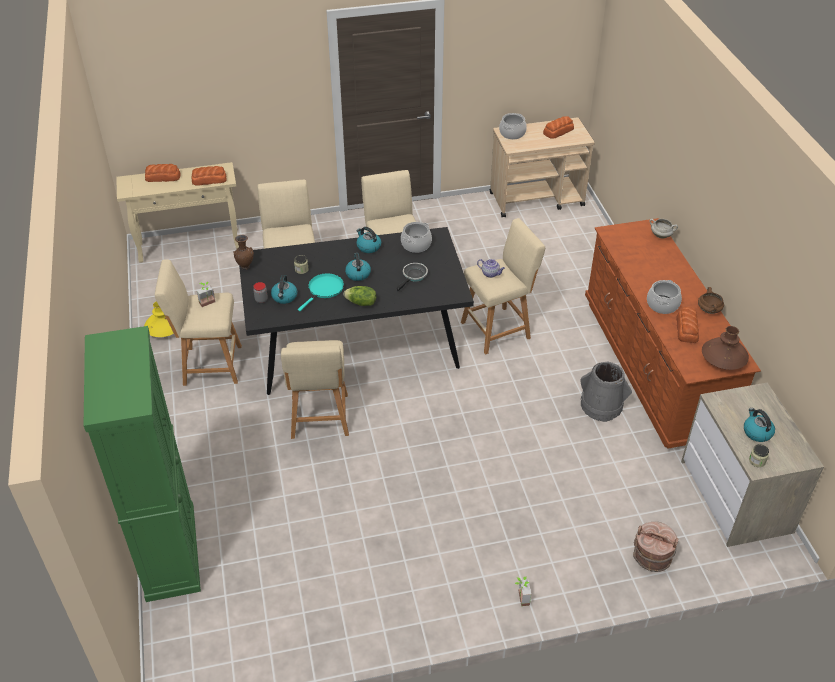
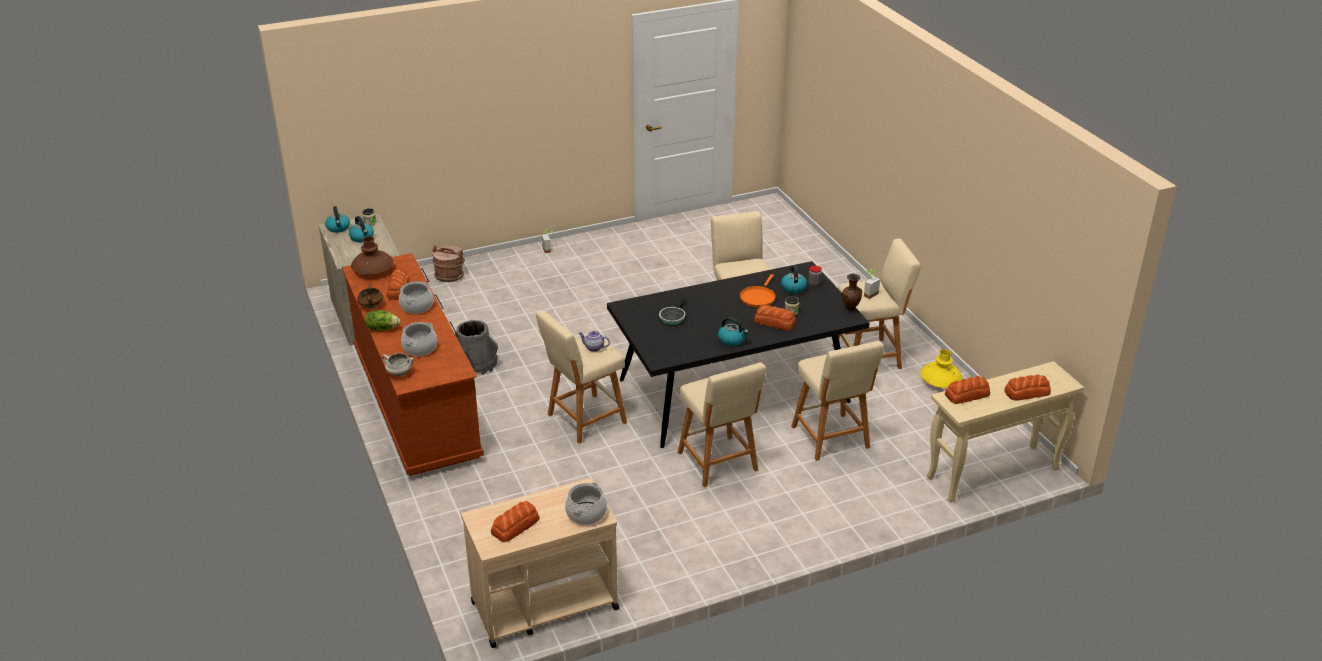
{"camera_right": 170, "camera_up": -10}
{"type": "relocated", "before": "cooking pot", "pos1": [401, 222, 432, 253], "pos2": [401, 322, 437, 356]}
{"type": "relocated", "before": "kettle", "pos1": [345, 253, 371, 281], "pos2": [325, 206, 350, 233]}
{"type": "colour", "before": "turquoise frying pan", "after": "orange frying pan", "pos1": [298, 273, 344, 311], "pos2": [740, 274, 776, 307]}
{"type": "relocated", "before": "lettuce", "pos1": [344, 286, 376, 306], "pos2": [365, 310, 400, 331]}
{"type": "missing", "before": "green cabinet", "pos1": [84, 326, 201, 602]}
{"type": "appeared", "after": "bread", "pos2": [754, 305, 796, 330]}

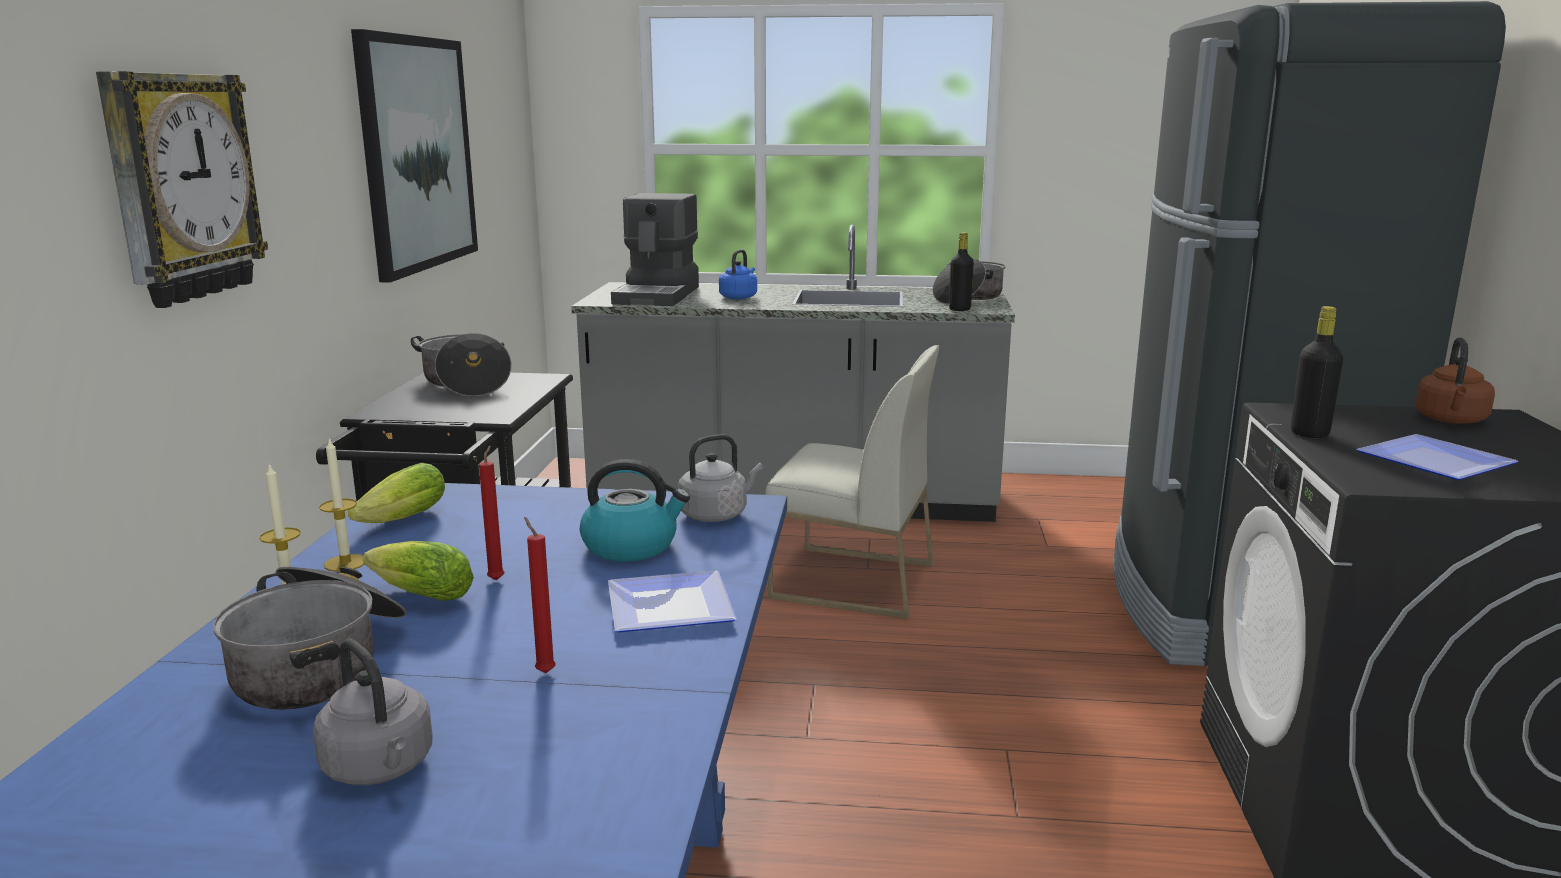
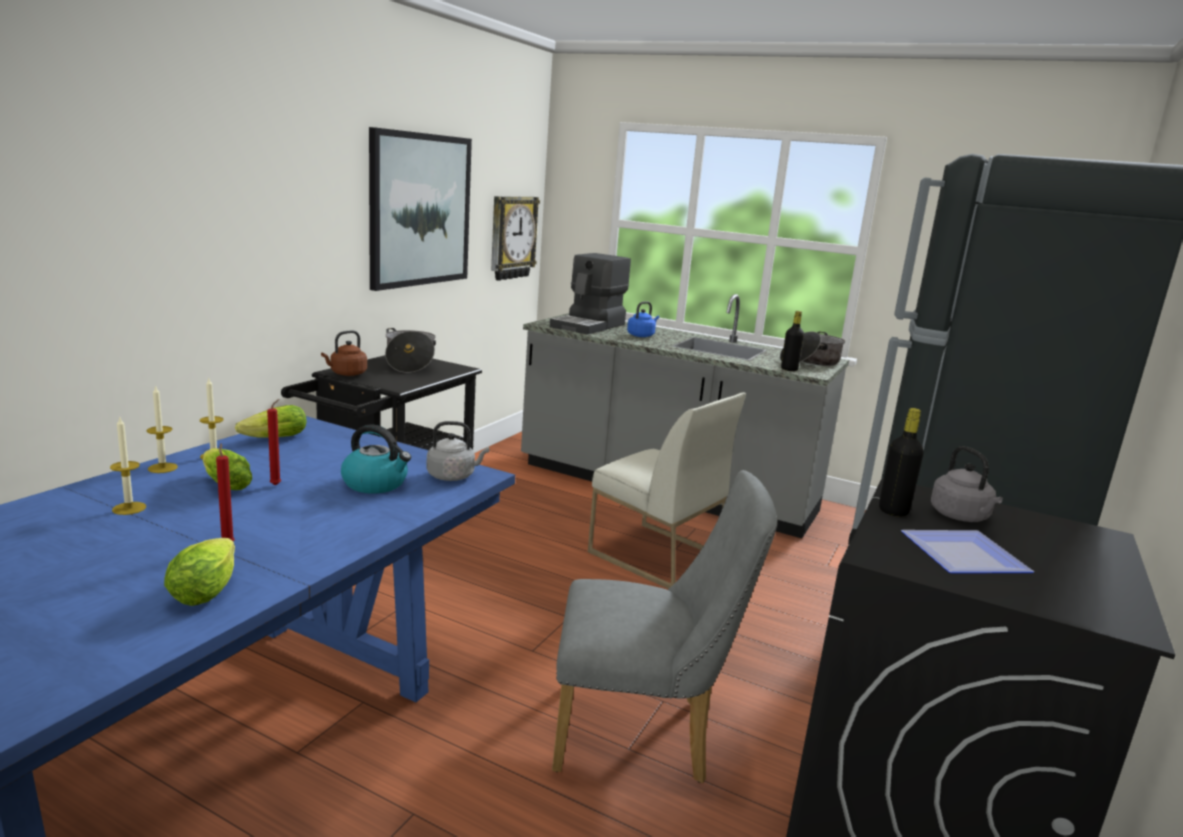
{"camera_right": 20, "camera_up": 0}
{"type": "relocated", "before": "wall clock", "pos1": [96, 71, 268, 308], "pos2": [491, 196, 540, 281]}
{"type": "relocated", "before": "brown kettle", "pos1": [1415, 337, 1495, 424], "pos2": [321, 330, 367, 376]}
{"type": "exchanged", "before": "cooking pot", "after": "candle", "pos1": [213, 567, 407, 710], "pos2": [110, 416, 146, 515]}
{"type": "missing", "before": "plate", "pos1": [608, 570, 737, 633]}
{"type": "relocated", "before": "grey kettle", "pos1": [313, 639, 432, 785], "pos2": [931, 446, 1003, 522]}
{"type": "appeared", "after": "grey chair", "pos2": [552, 470, 778, 783]}
{"type": "appeared", "after": "lettuce", "pos2": [164, 538, 235, 606]}

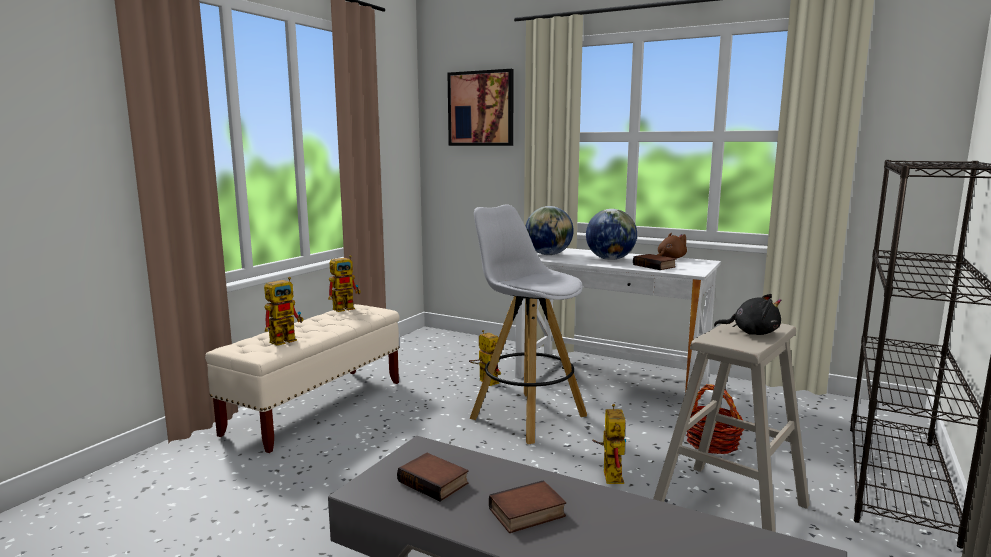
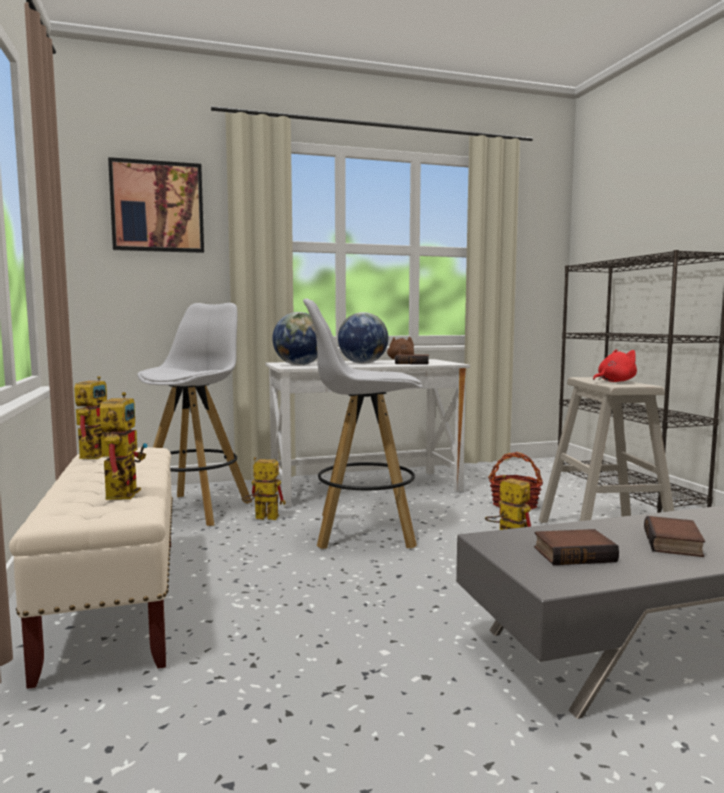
{"camera_right": -45, "camera_up": -5}
{"type": "colour", "before": "black plush toy", "after": "red plush toy", "pos1": [714, 294, 781, 335], "pos2": [593, 350, 637, 382]}
{"type": "appeared", "after": "white stool", "pos2": [137, 303, 252, 526]}

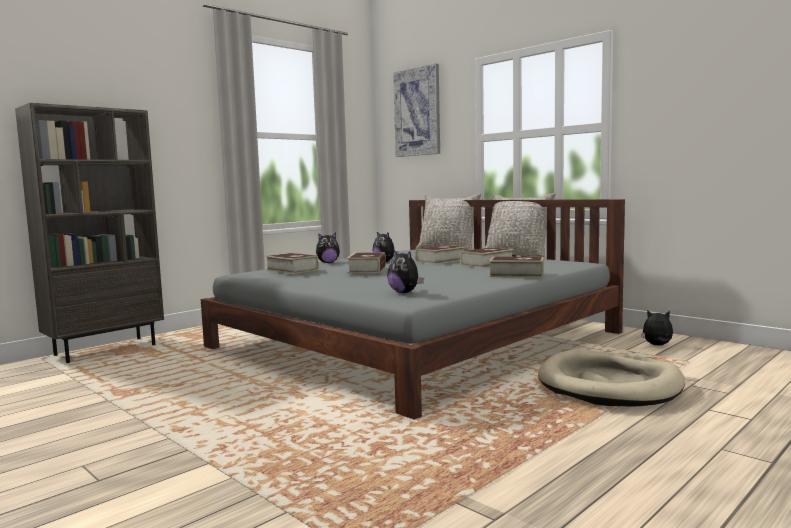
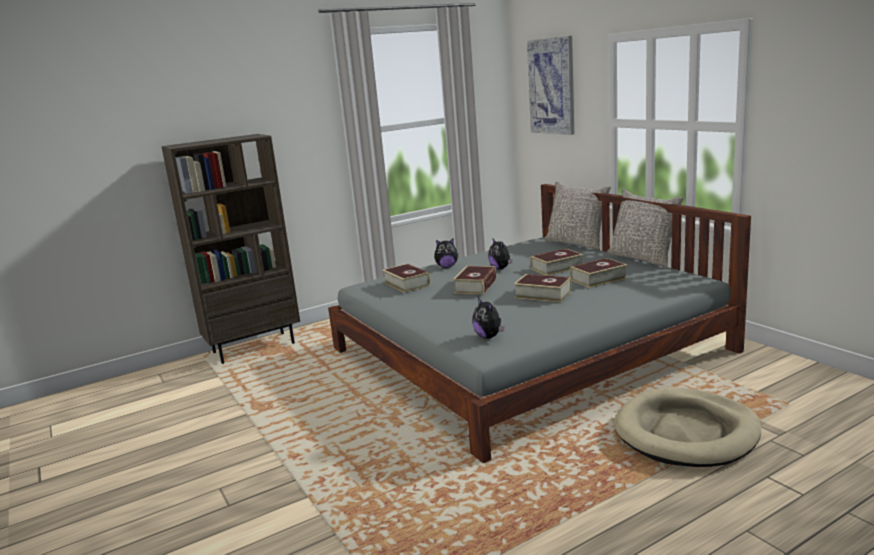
{"camera_right": 15, "camera_up": 10}
{"type": "relocated", "before": "book", "pos1": [489, 257, 544, 278], "pos2": [514, 274, 572, 302]}
{"type": "missing", "before": "plush toy", "pos1": [641, 310, 673, 345]}

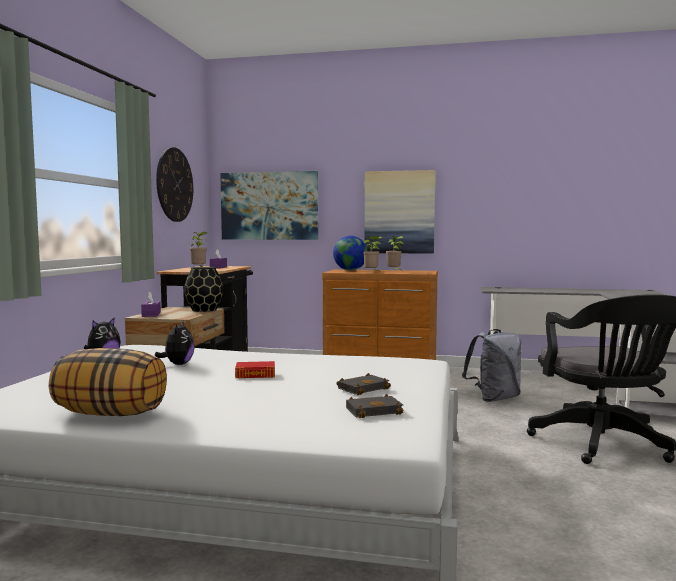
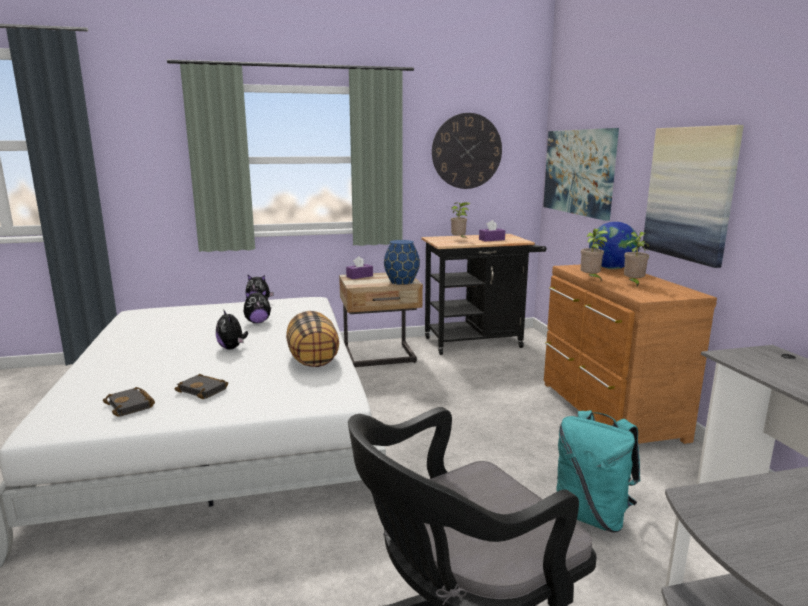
{"camera_right": 65, "camera_up": 10}
{"type": "colour", "before": "black vase", "after": "blue vase", "pos1": [184, 267, 223, 312], "pos2": [384, 240, 420, 285]}
{"type": "colour", "before": "grey backpack", "after": "turquoise backpack", "pos1": [462, 329, 522, 402], "pos2": [557, 410, 640, 532]}
{"type": "relocated", "before": "pillow", "pos1": [49, 348, 167, 416], "pos2": [286, 311, 339, 367]}
{"type": "exchanged", "before": "book", "after": "plush toy", "pos1": [235, 361, 275, 378], "pos2": [216, 309, 248, 349]}

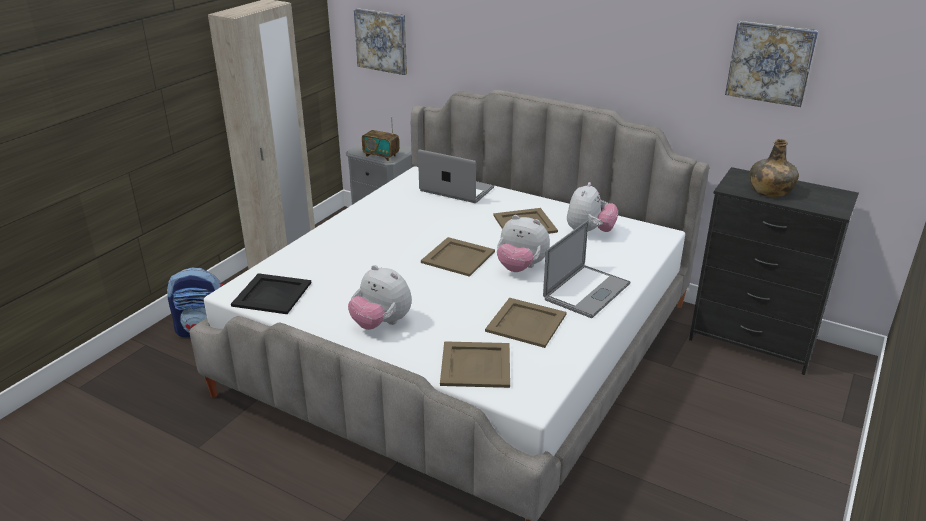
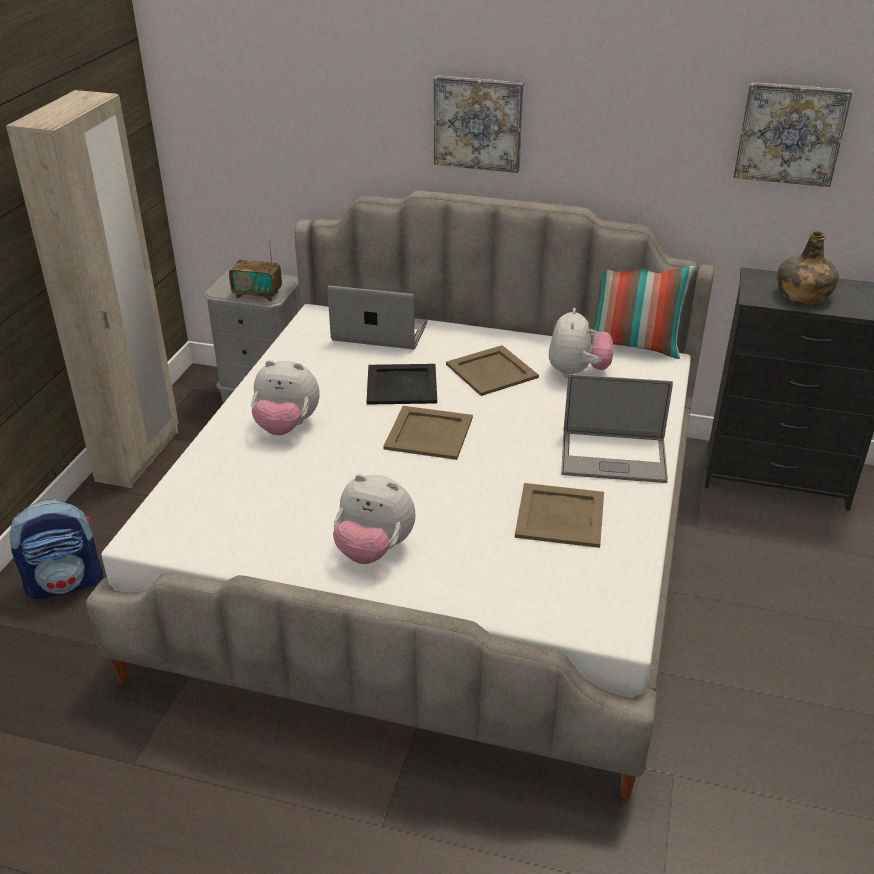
{"camera_right": -15, "camera_up": 5}
{"type": "relocated", "before": "picture", "pos1": [354, 8, 407, 75], "pos2": [434, 75, 524, 173]}
{"type": "relocated", "before": "plush toy", "pos1": [497, 215, 550, 272], "pos2": [251, 360, 320, 435]}
{"type": "spun", "before": "laptop", "pos1": [543, 220, 630, 318], "pos2": [561, 374, 673, 483], "turn": 75}
{"type": "relocated", "before": "black tray", "pos1": [231, 273, 312, 314], "pos2": [367, 364, 437, 405]}
{"type": "missing", "before": "beige tray", "pos1": [440, 341, 510, 388]}
{"type": "appeared", "after": "pillow", "pos2": [591, 266, 696, 359]}

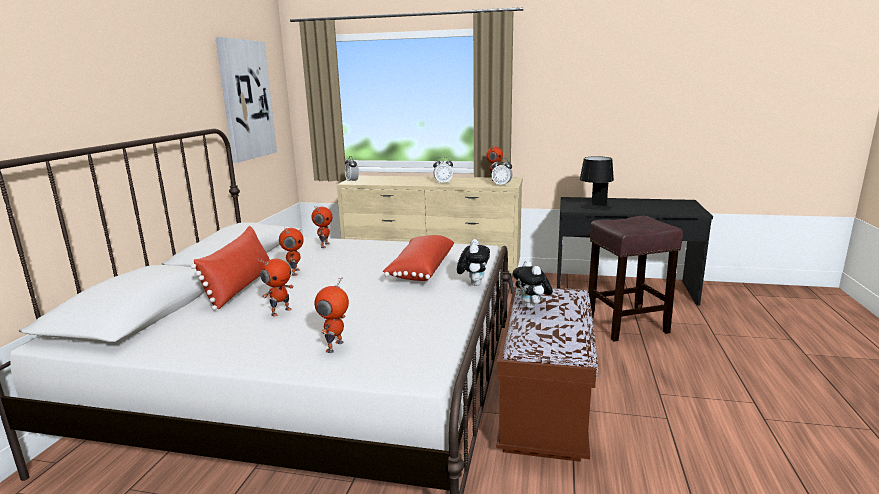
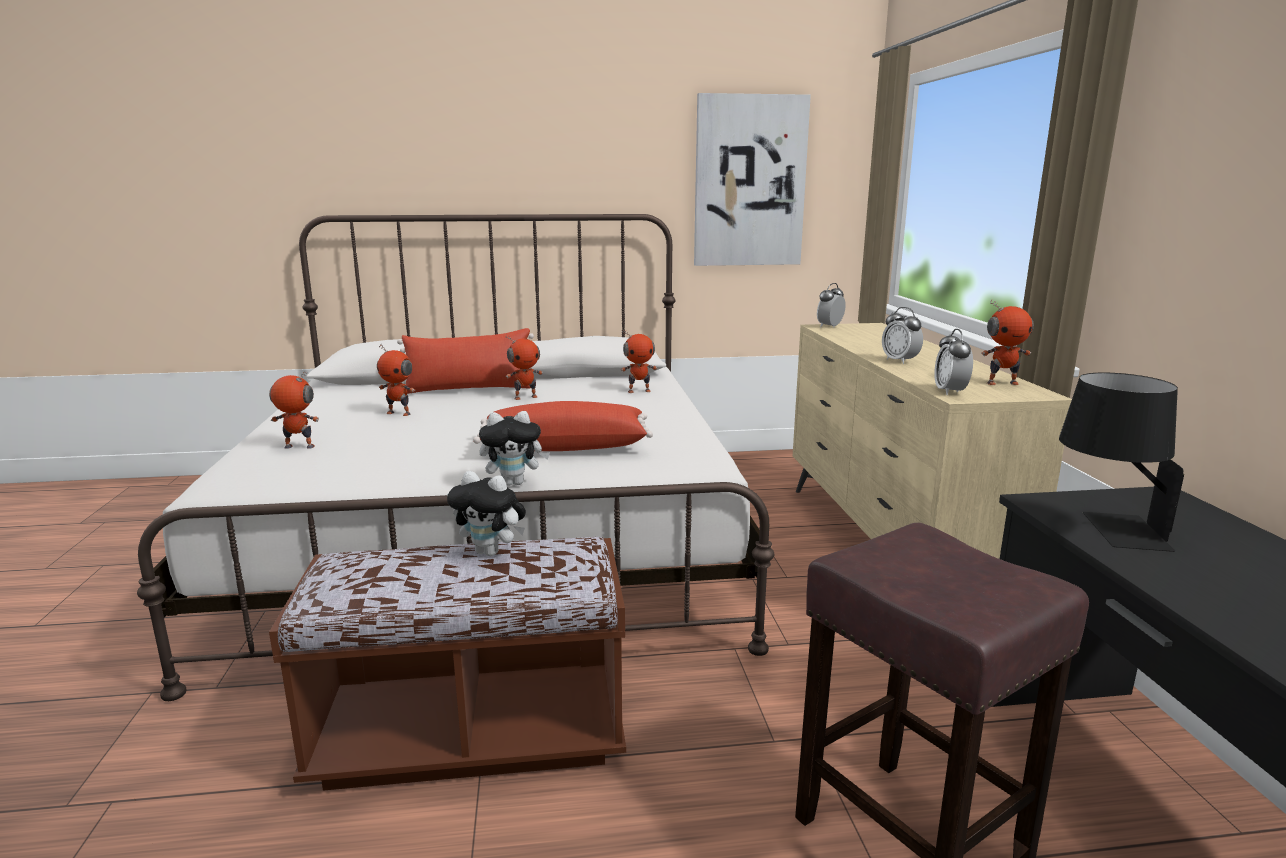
{"camera_right": 70, "camera_up": 0}
{"type": "spun", "before": "plush toy", "pos1": [513, 260, 553, 309], "pos2": [447, 471, 526, 556], "turn": -120}

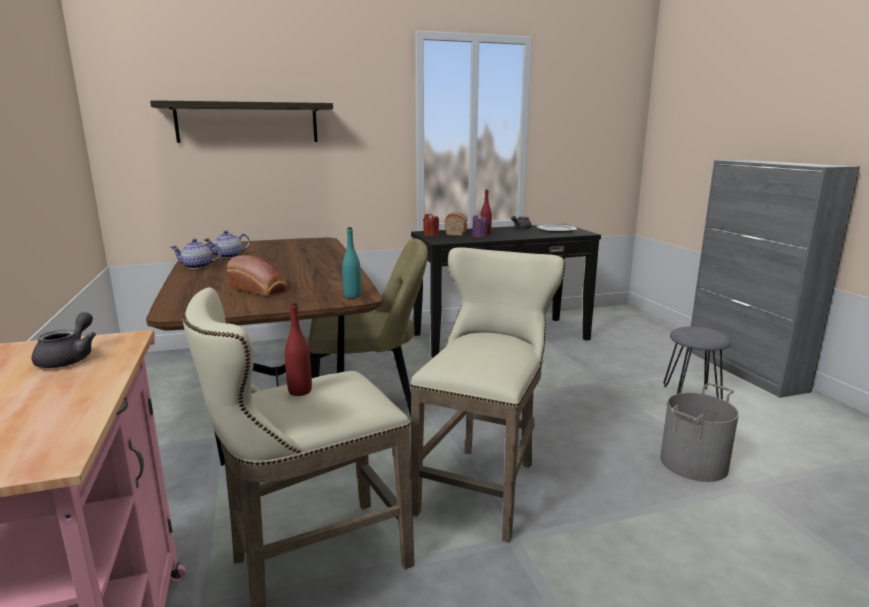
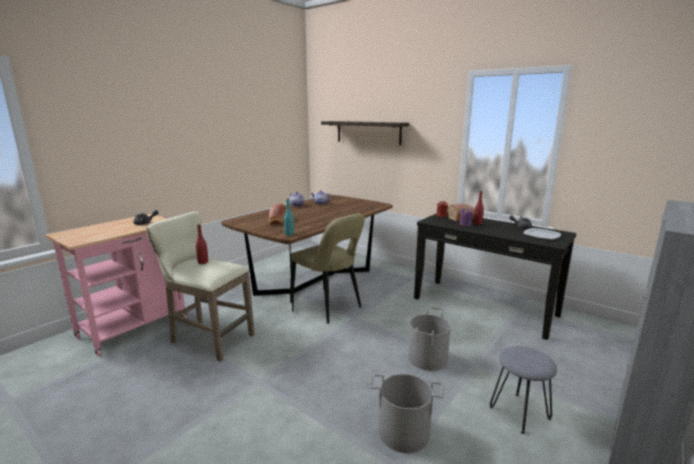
{"camera_right": 55, "camera_up": 0}
{"type": "missing", "before": "beige stool", "pos1": [410, 247, 565, 542]}
{"type": "appeared", "after": "grey bucket", "pos2": [408, 307, 451, 371]}

